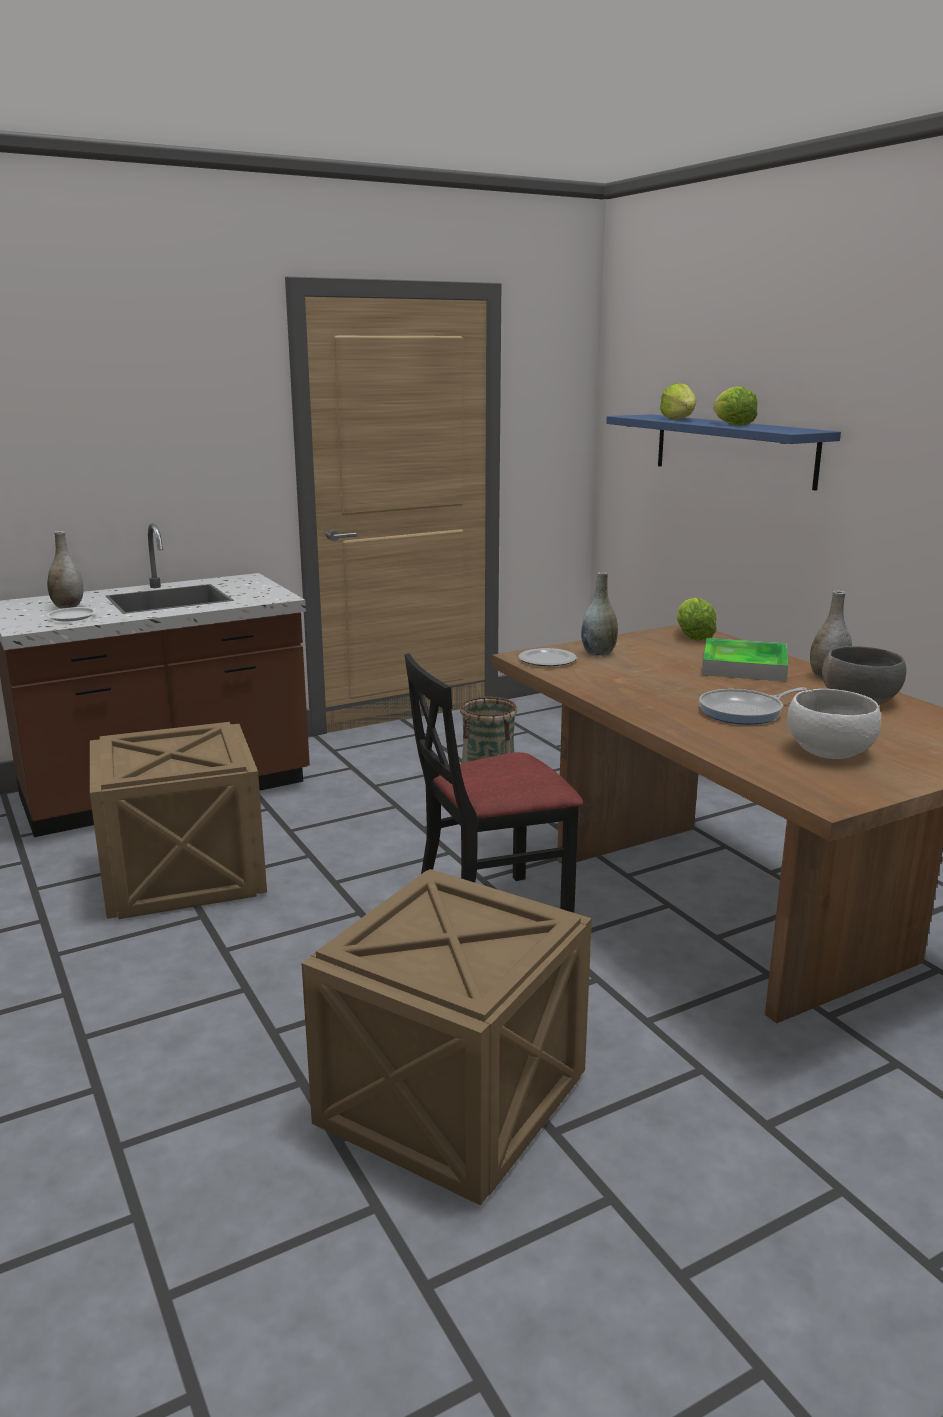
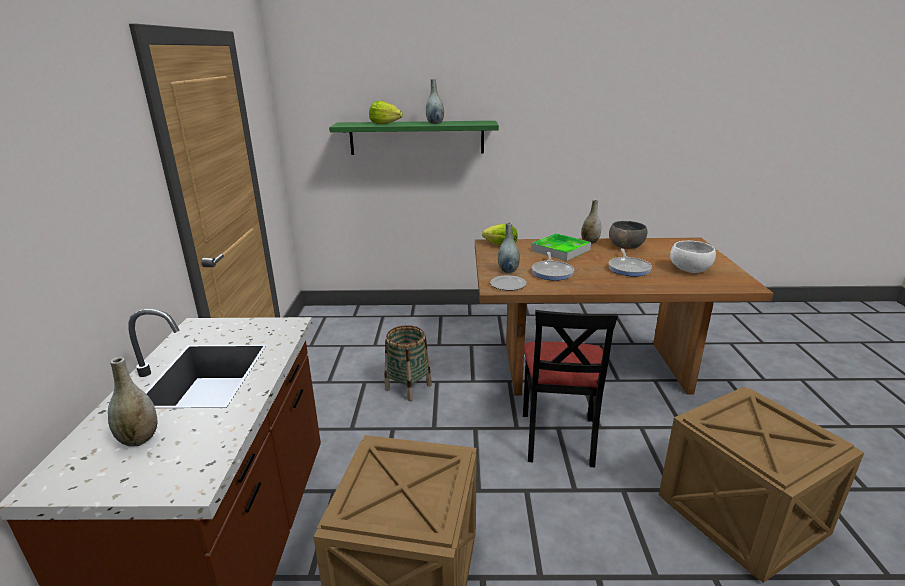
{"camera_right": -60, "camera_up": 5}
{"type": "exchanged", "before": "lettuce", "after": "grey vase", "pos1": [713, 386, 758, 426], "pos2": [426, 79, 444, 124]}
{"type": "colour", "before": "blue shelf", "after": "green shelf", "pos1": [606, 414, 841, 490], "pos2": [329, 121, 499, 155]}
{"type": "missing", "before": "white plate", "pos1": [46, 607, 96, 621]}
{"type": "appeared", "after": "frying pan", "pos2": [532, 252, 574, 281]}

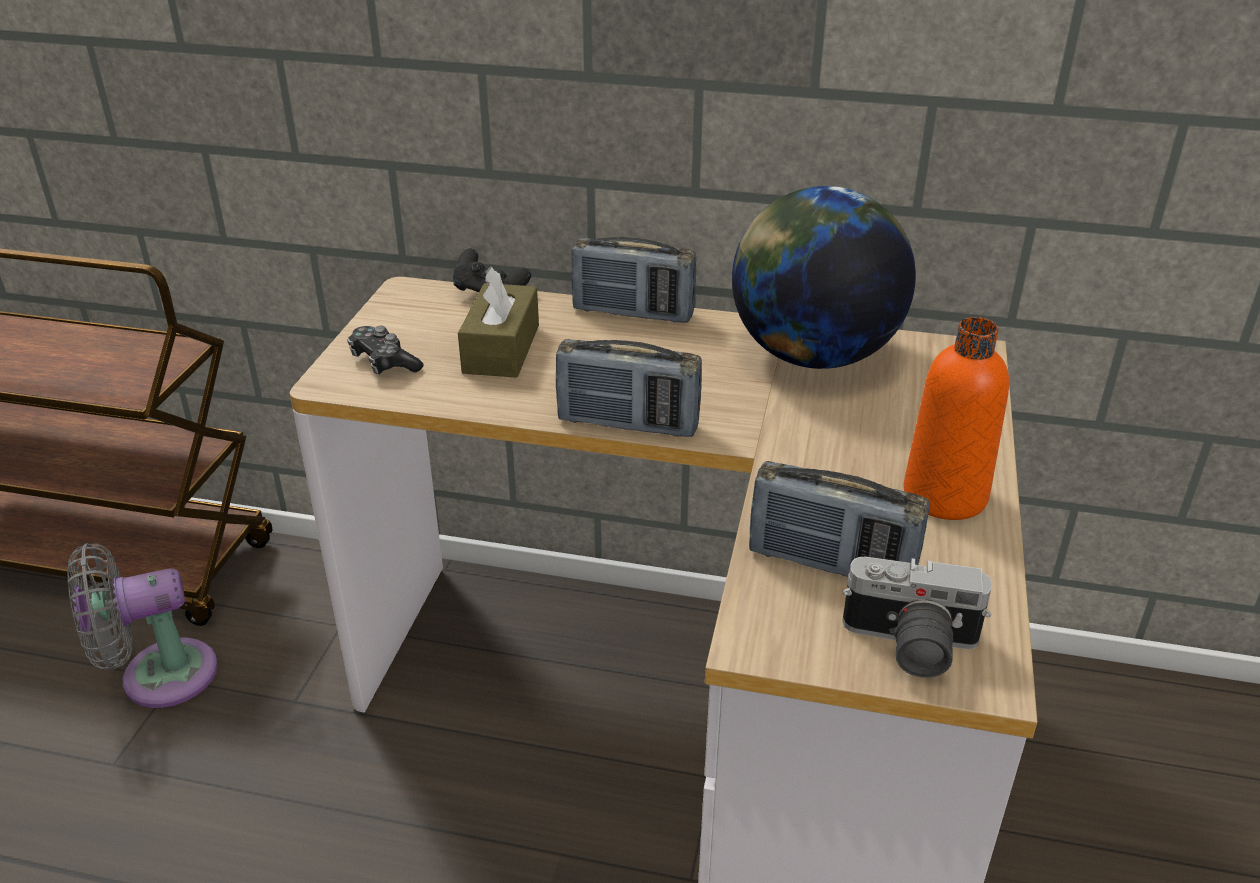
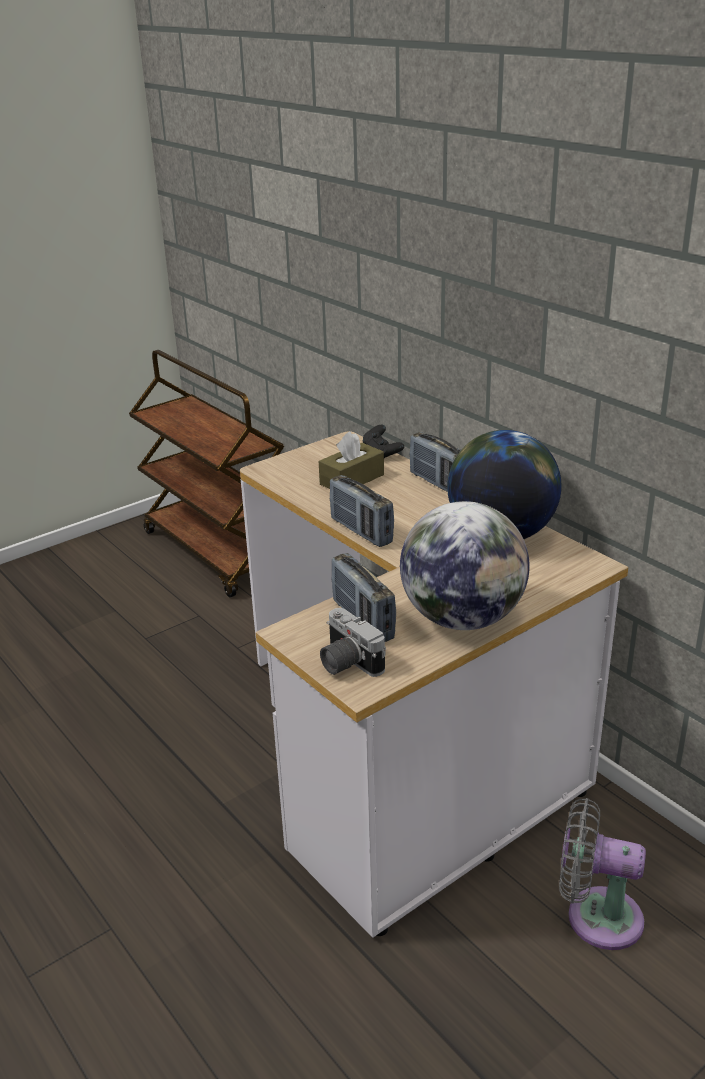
{"camera_right": 40, "camera_up": -5}
{"type": "exchanged", "before": "orange bottle", "after": "globe", "pos1": [903, 317, 1009, 520], "pos2": [400, 501, 530, 630]}
{"type": "missing", "before": "game controller", "pos1": [347, 326, 424, 375]}
{"type": "relocated", "before": "grey fan", "pos1": [67, 543, 218, 708], "pos2": [559, 798, 646, 950]}

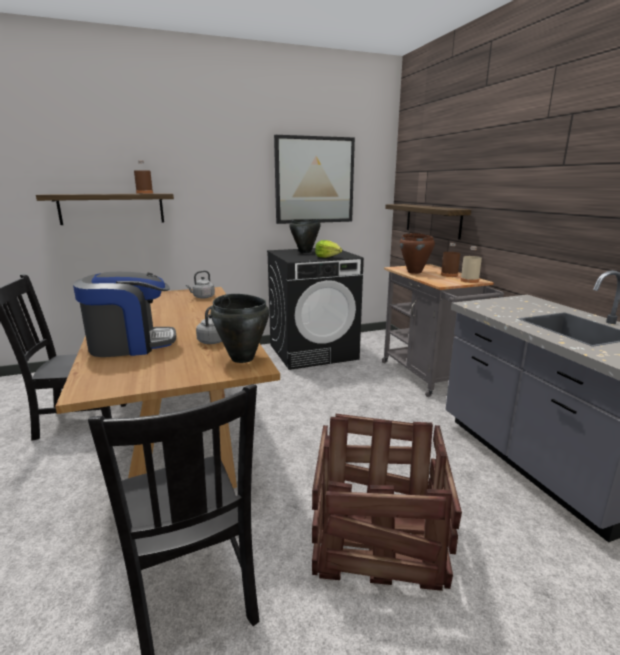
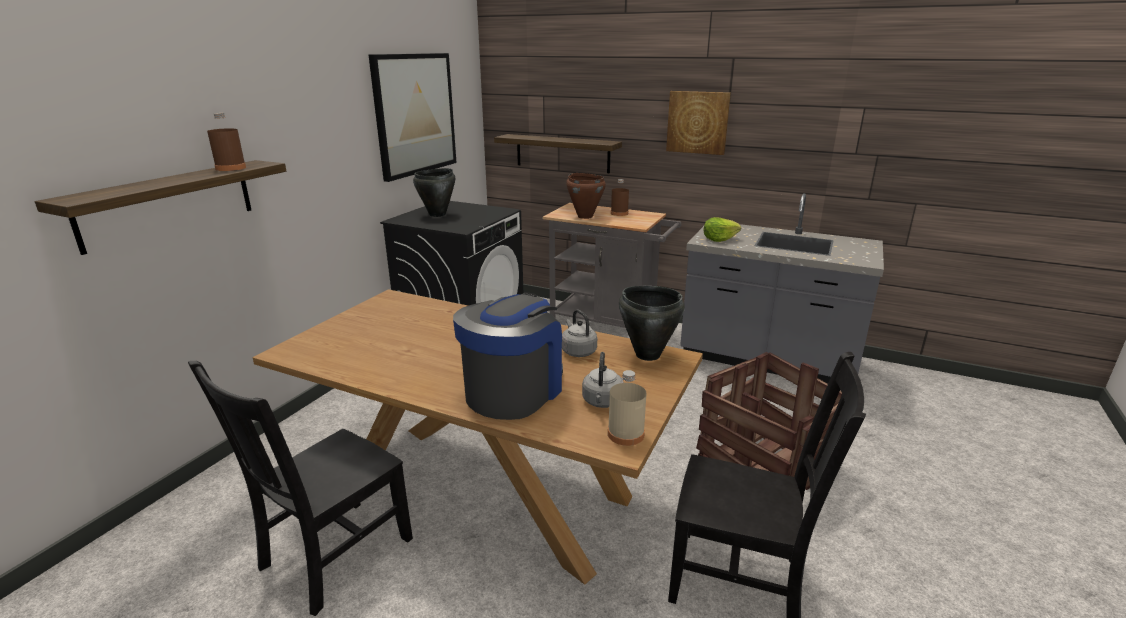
{"camera_right": -45, "camera_up": 5}
{"type": "relocated", "before": "lettuce", "pos1": [315, 240, 342, 258], "pos2": [704, 217, 741, 242]}
{"type": "relocated", "before": "beige bottle", "pos1": [460, 246, 482, 283], "pos2": [608, 370, 646, 446]}
{"type": "relocated", "before": "grey kettle", "pos1": [186, 271, 215, 299], "pos2": [582, 352, 624, 408]}
{"type": "appeared", "after": "picture", "pos2": [666, 91, 731, 155]}

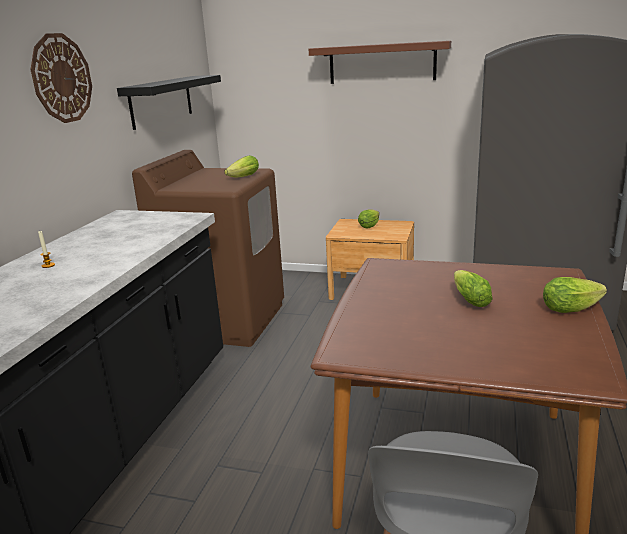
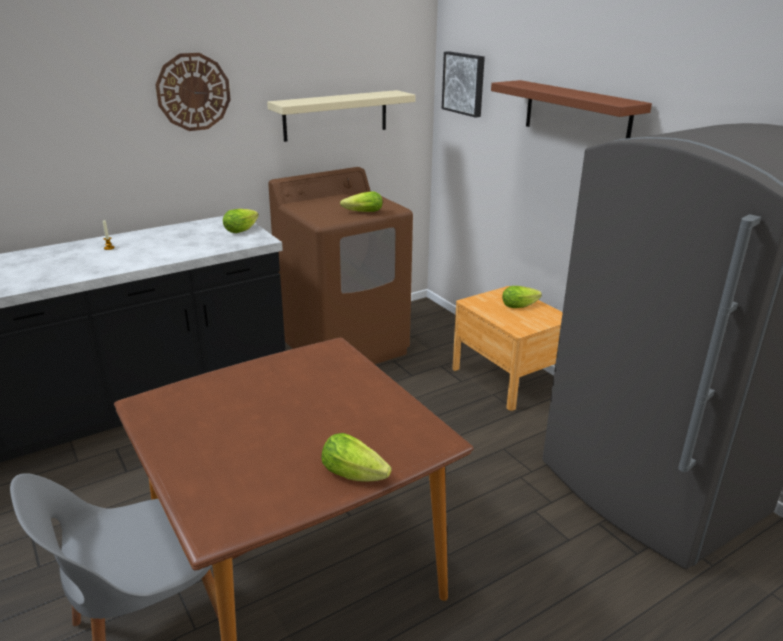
{"camera_right": 40, "camera_up": 5}
{"type": "colour", "before": "black shelf", "after": "beige shelf", "pos1": [117, 75, 221, 130], "pos2": [267, 90, 416, 142]}
{"type": "relocated", "before": "lettuce", "pos1": [454, 270, 493, 307], "pos2": [223, 209, 259, 233]}
{"type": "appeared", "after": "picture", "pos2": [442, 51, 485, 118]}

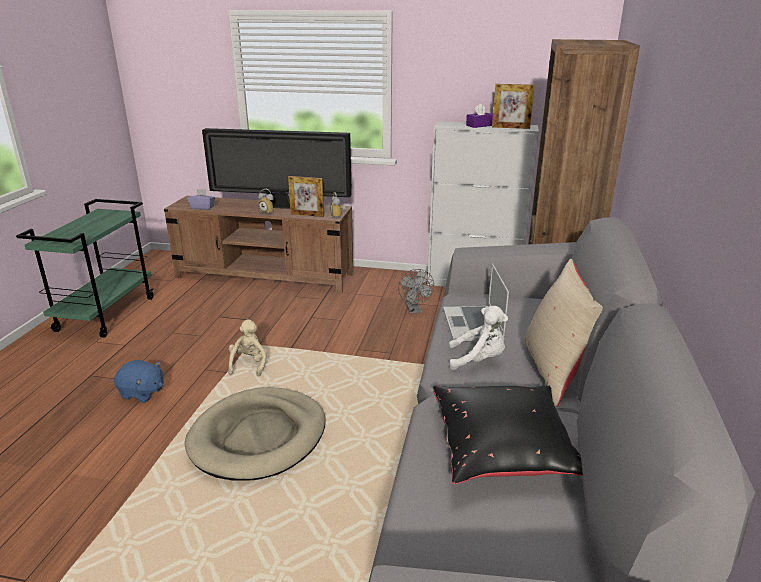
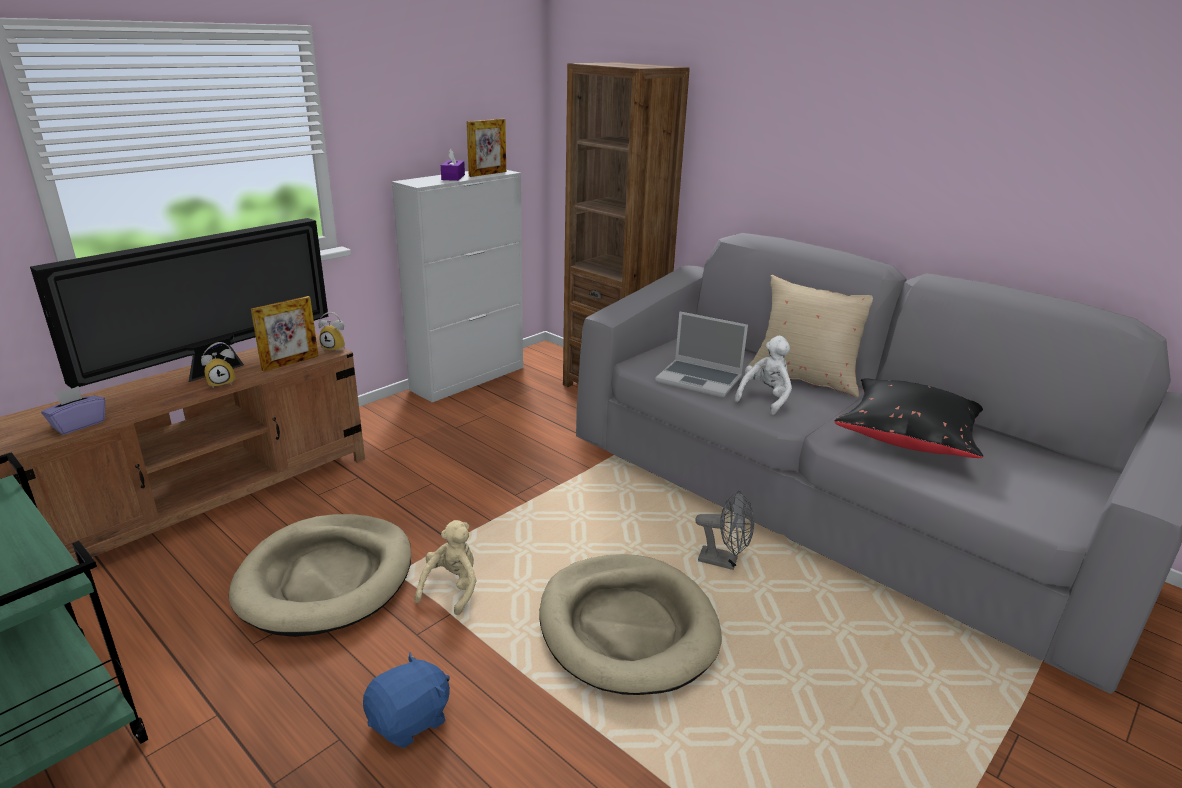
{"camera_right": -60, "camera_up": 0}
{"type": "relocated", "before": "grey fan", "pos1": [398, 269, 434, 314], "pos2": [695, 491, 754, 570]}
{"type": "spun", "before": "beige plush toy", "pos1": [228, 320, 267, 376], "pos2": [415, 520, 476, 615], "turn": 75}
{"type": "appeared", "after": "beige dog bed", "pos2": [229, 514, 411, 637]}

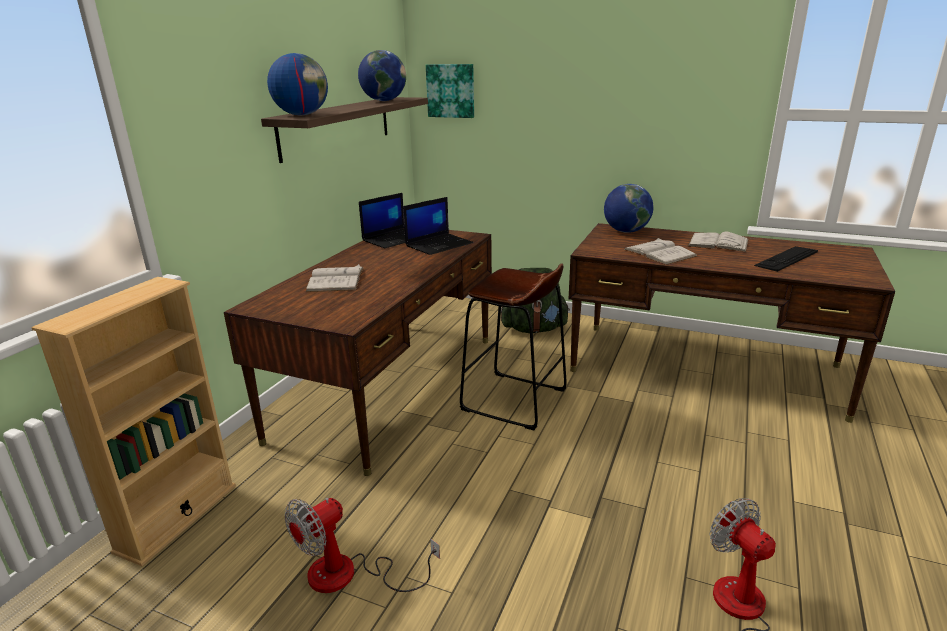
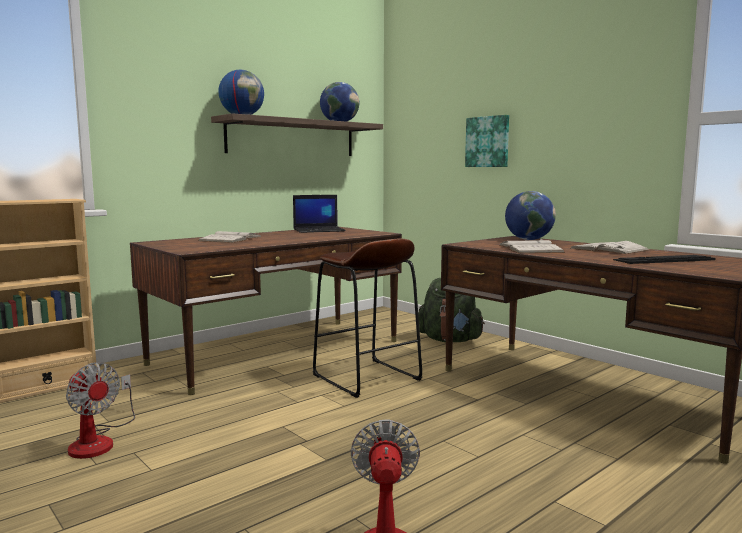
{"camera_right": 25, "camera_up": -15}
{"type": "relocated", "before": "picture", "pos1": [426, 64, 474, 118], "pos2": [465, 115, 509, 167]}
{"type": "missing", "before": "laptop", "pos1": [403, 197, 473, 255]}
{"type": "spun", "before": "fan", "pos1": [285, 498, 440, 593], "pos2": [66, 362, 135, 459], "turn": -120}

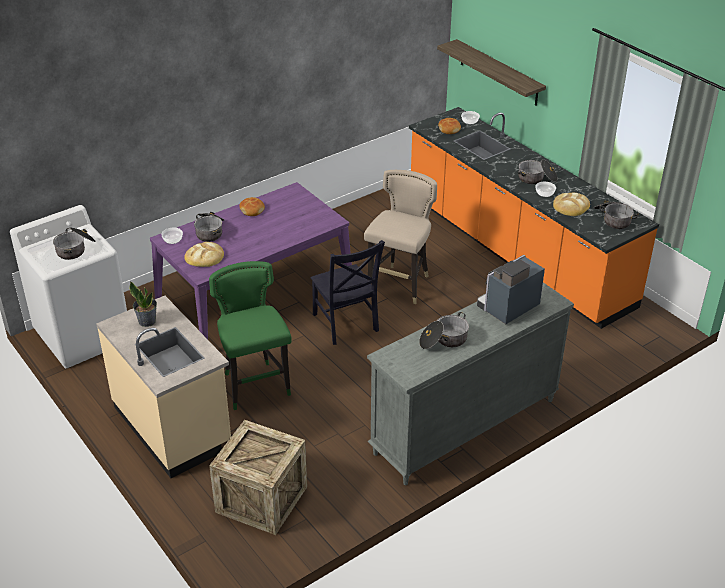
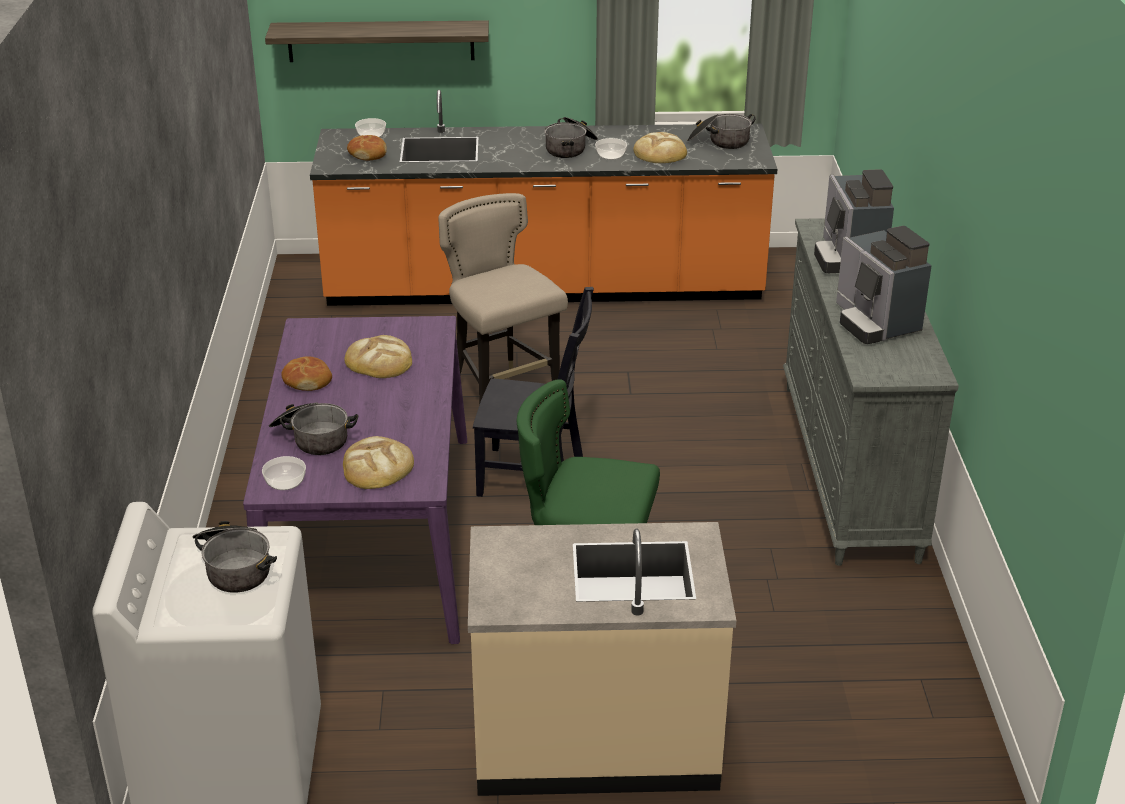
{"camera_right": -55, "camera_up": -5}
{"type": "missing", "before": "potted plant", "pos1": [129, 282, 157, 327]}
{"type": "exchanged", "before": "cooking pot", "after": "coffee machine", "pos1": [419, 312, 469, 349], "pos2": [836, 226, 932, 344]}
{"type": "missing", "before": "crate", "pos1": [209, 420, 307, 535]}
{"type": "appeared", "after": "bread", "pos2": [344, 335, 412, 378]}

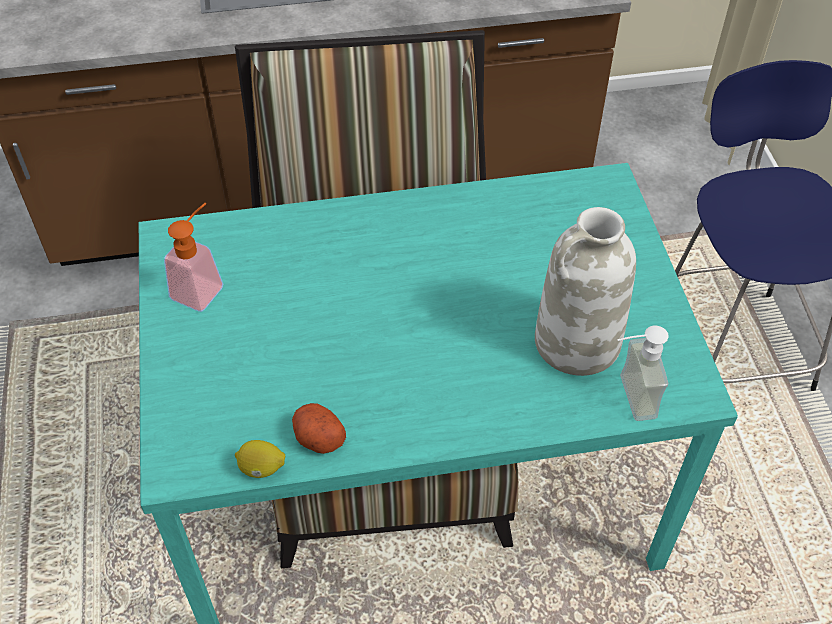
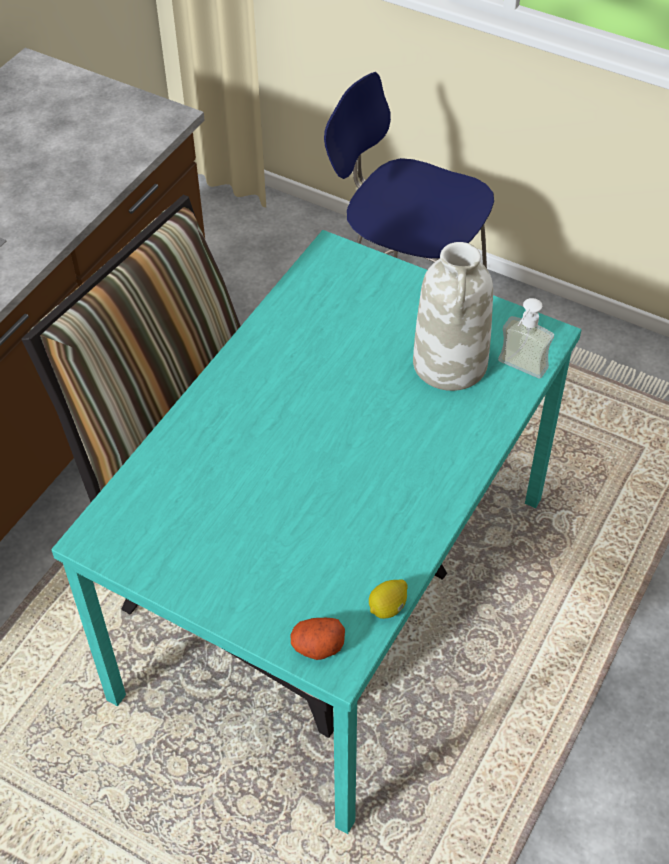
{"camera_right": -50, "camera_up": 0}
{"type": "missing", "before": "soap dispenser", "pos1": [164, 203, 223, 312]}
{"type": "relocated", "before": "potato", "pos1": [292, 403, 346, 454], "pos2": [290, 618, 345, 660]}

